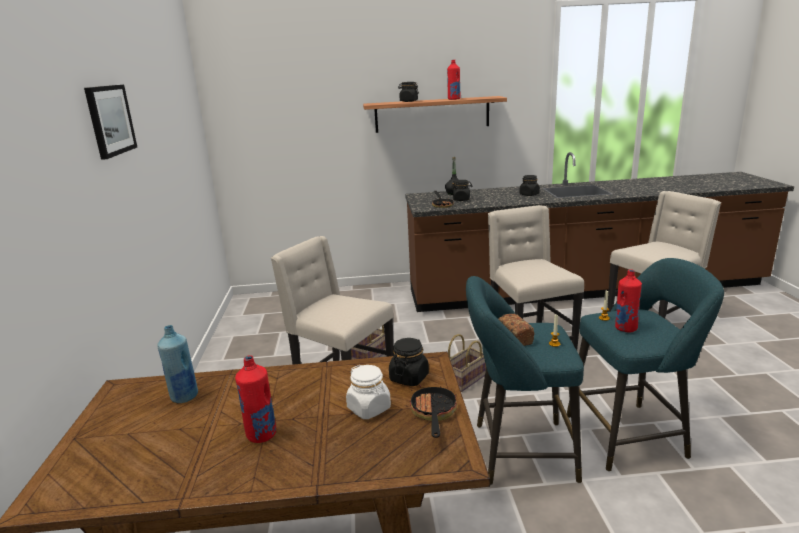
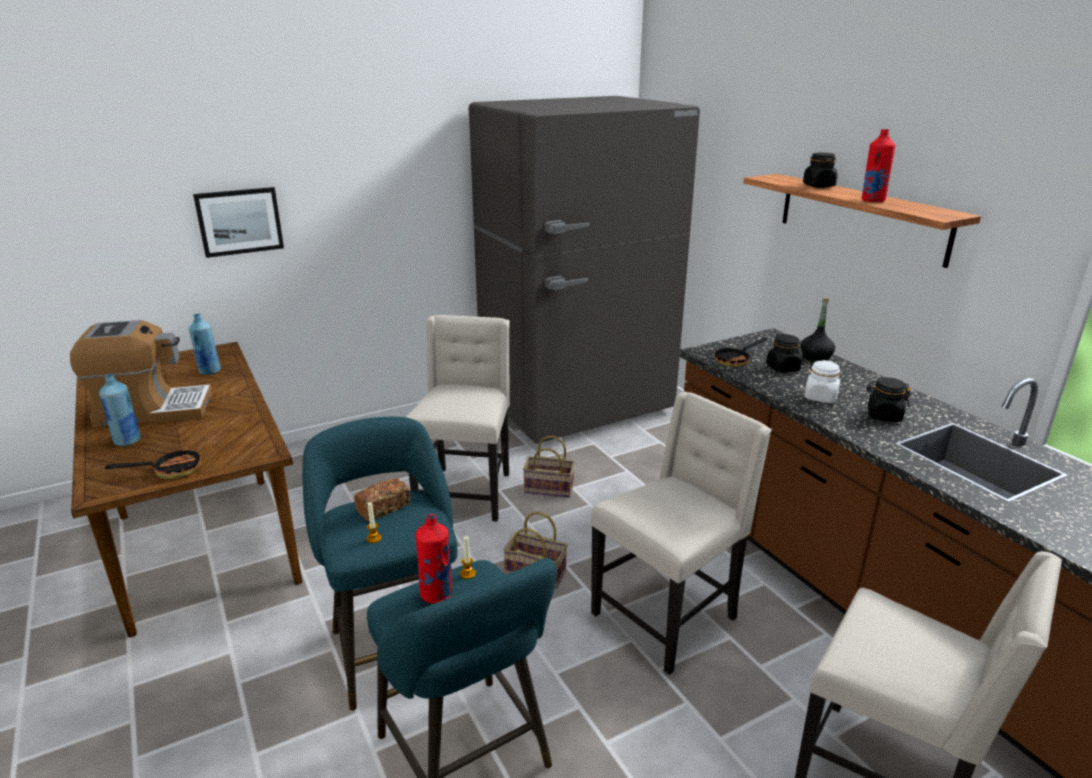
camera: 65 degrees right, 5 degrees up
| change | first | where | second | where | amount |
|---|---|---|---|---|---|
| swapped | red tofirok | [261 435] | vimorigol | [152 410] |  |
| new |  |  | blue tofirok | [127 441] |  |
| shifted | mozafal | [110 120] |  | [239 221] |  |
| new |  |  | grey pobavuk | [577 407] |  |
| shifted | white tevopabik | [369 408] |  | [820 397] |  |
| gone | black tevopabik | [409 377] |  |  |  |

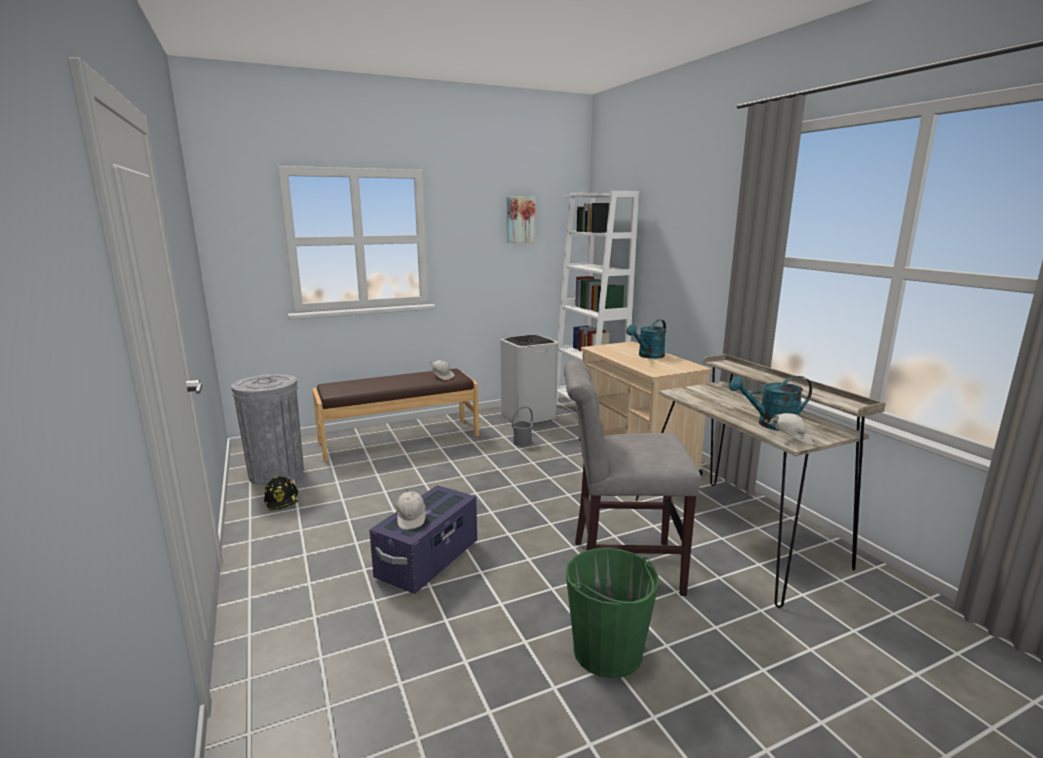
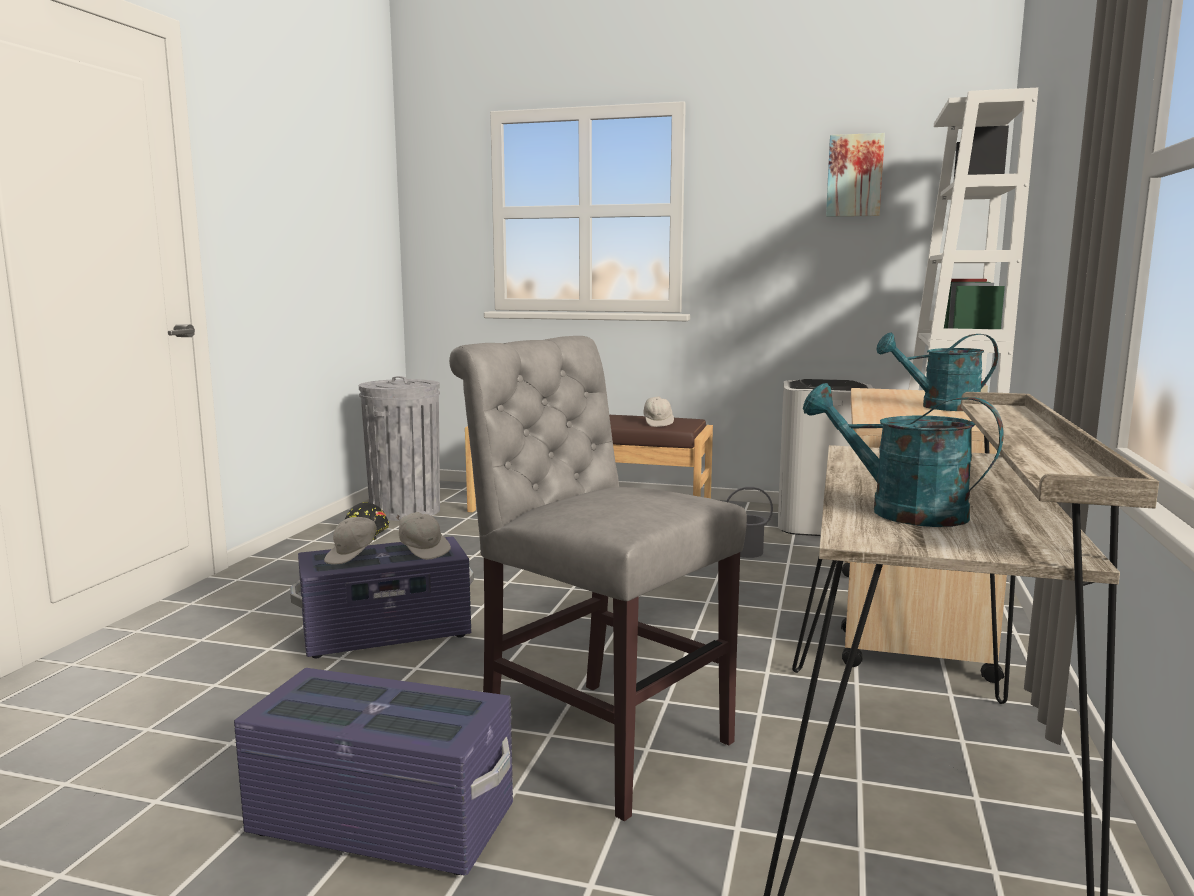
camera: 40 degrees right, 5 degrees down
| change | first | where | second | where | amount |
|---|---|---|---|---|---|
| swapped | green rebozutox | [608 651] | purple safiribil | [382 822] |  |
| shifted | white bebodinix | [789 440] |  | [423 550] |  |

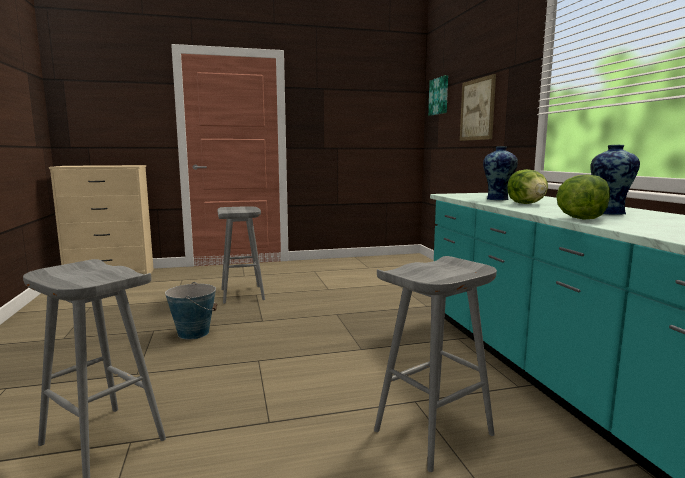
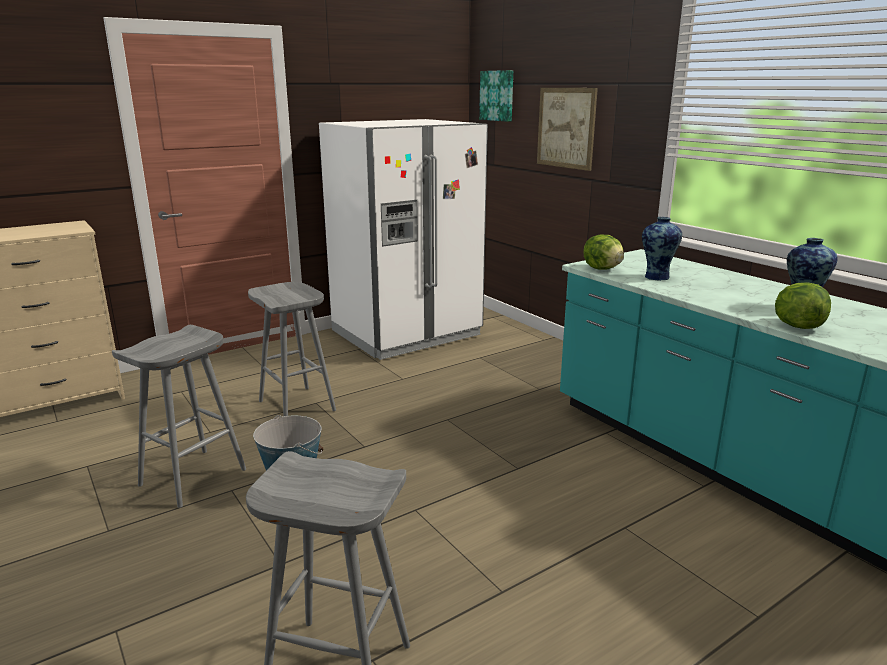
camera: 20 degrees left, 10 degrees up
| change | first | where | second | where | amount |
|---|---|---|---|---|---|
| shifted | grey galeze | [433 433] |  | [192 478] |  |
| new |  |  | white pobavuk | [406 333] |  |
| shifted | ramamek | [527 204] |  | [603 269] |  |

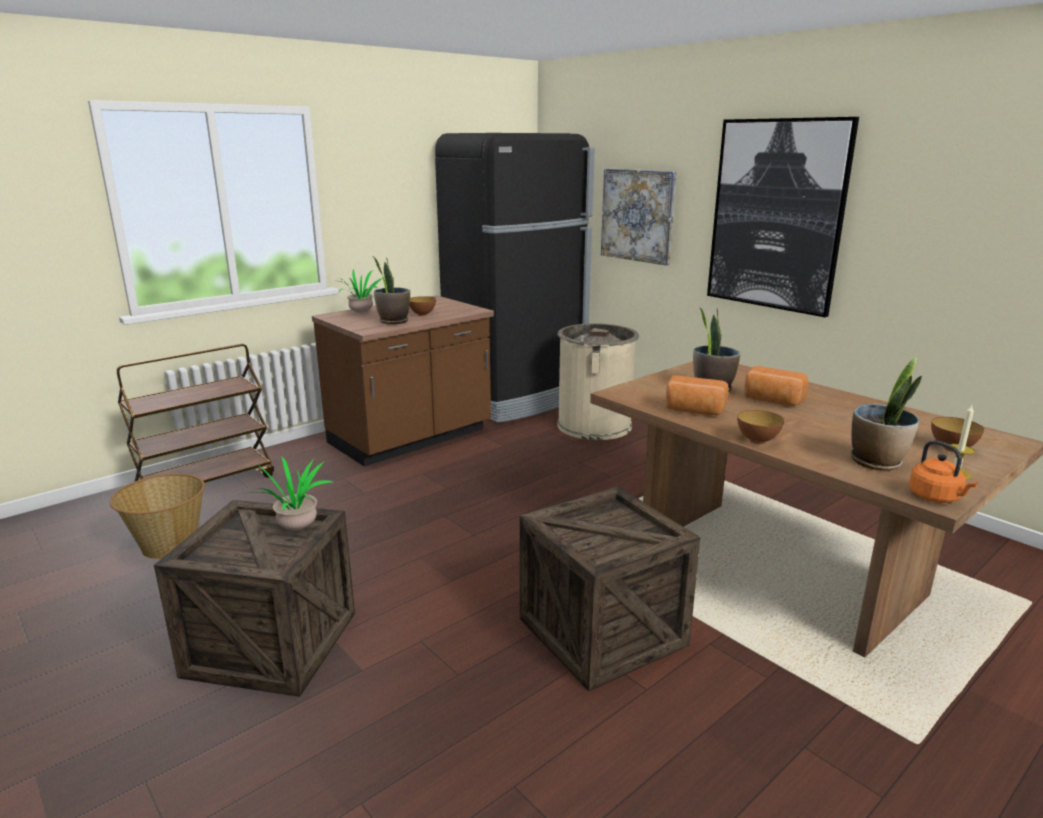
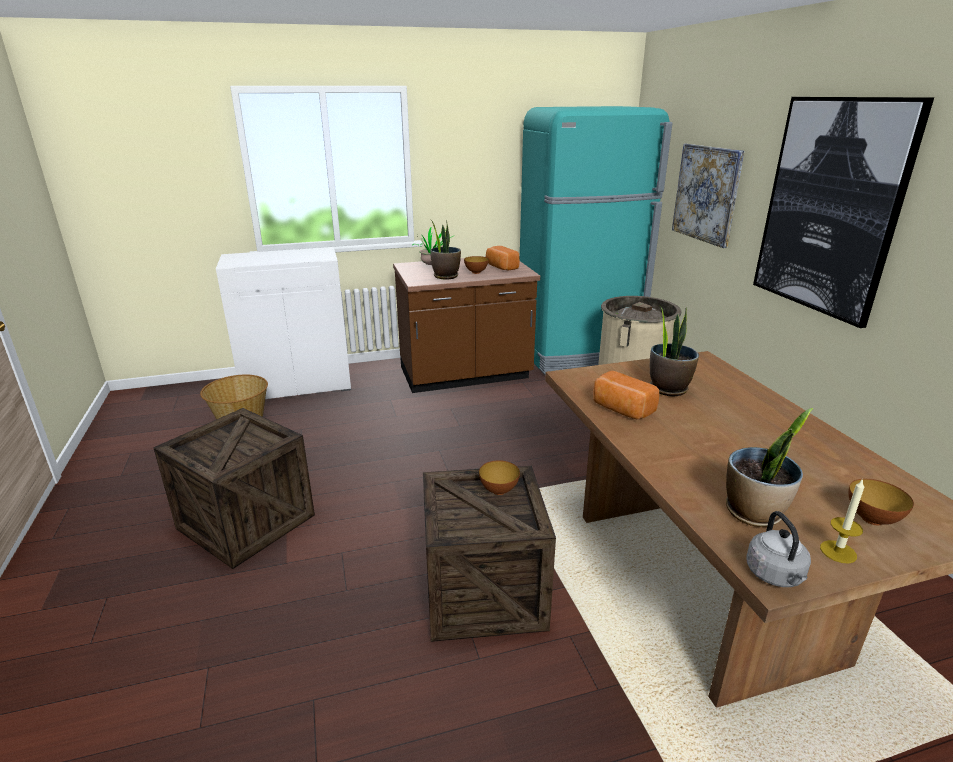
camera: 25 degrees right, 5 degrees up
| change | first | where | second | where | amount |
|---|---|---|---|---|---|
| swapped | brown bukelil | [206 484] | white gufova | [298 385] |  |
| shifted | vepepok | [757 441] |  | [499 490] |  |
| shifted | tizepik | [772 401] |  | [501 267] |  |
| repainted | black pobavuk | [516 399] | turquoise pobavuk | [578 355] |  |
| repainted | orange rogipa | [936 498] | grey rogipa | [775 576] |  |
| gone | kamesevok | [296 527] |  |  |  |

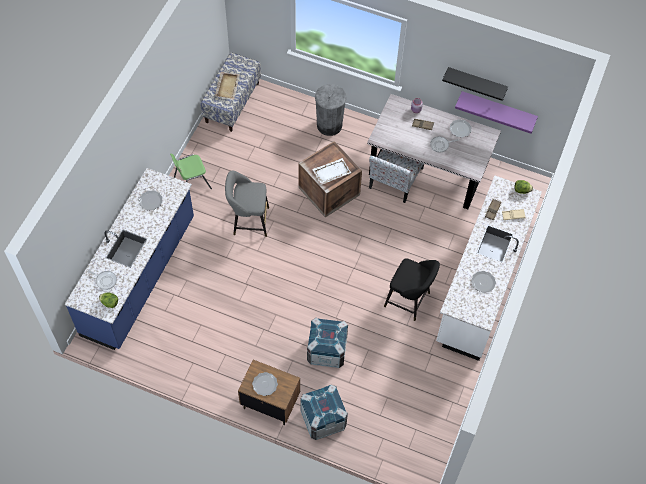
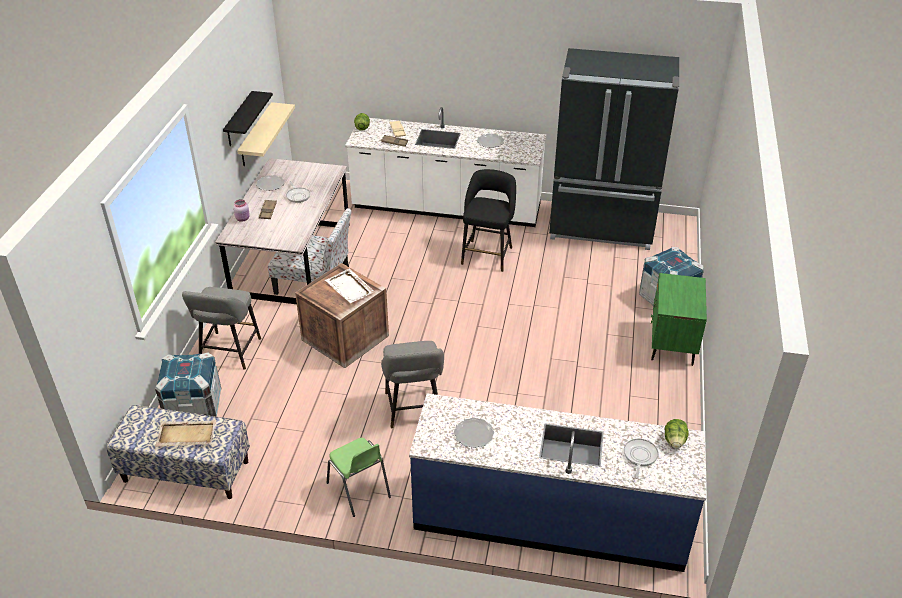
camera: 100 degrees left, 20 degrees down
| change | first | where | second | where | amount |
|---|---|---|---|---|---|
| shifted | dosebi | [327 351] |  | [194 407] |  |
| swapped | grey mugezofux | [329 125] | grey galeze | [229 353] |  |
| repainted | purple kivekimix | [498 109] | beige kivekimix | [256 135] |  |
| new |  |  | black pobavuk | [602 227] |  |
| repainted | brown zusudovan | [270 403] | green zusudovan | [671 344] |  |
| gone | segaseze | [265 384] |  |  |  |

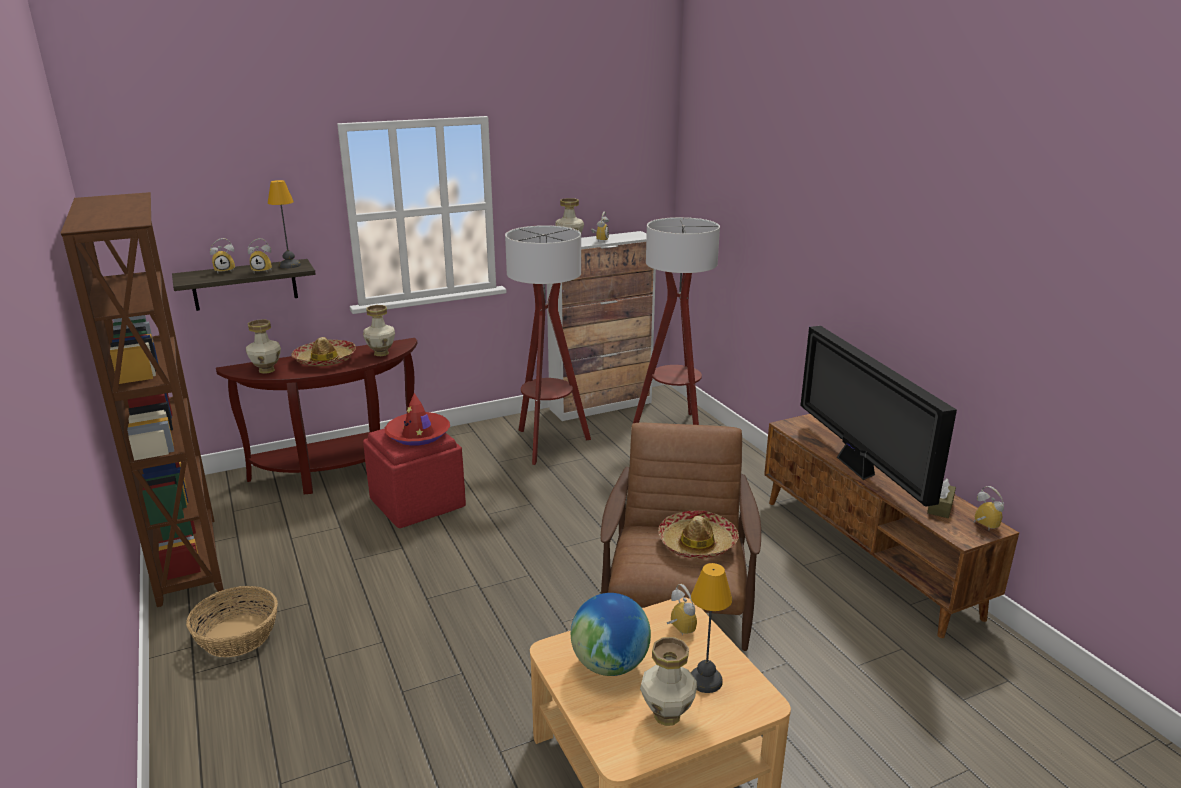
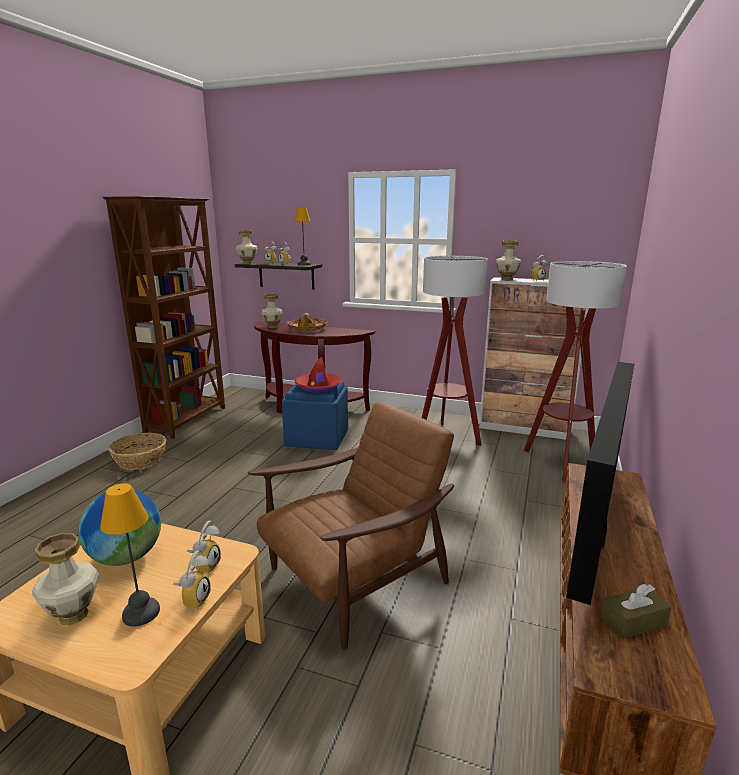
camera: 45 degrees right, 5 degrees down
| change | first | where | second | where | amount |
|---|---|---|---|---|---|
| shifted | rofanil | [982 526] |  | [194 599] |  |
| shifted | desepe | [381 353] |  | [247 263] |  |
| repainted | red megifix | [418 502] | blue megifix | [318 437] |  |
| gone | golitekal | [697 543] |  |  |  |

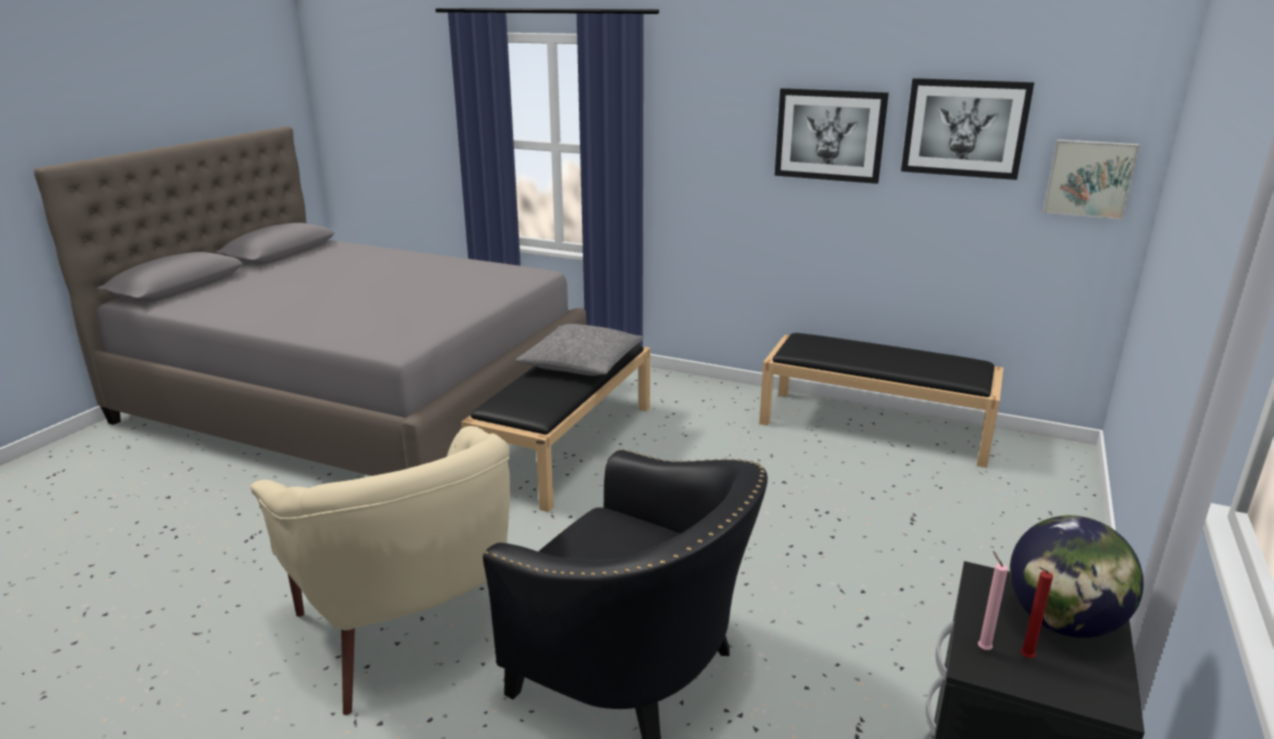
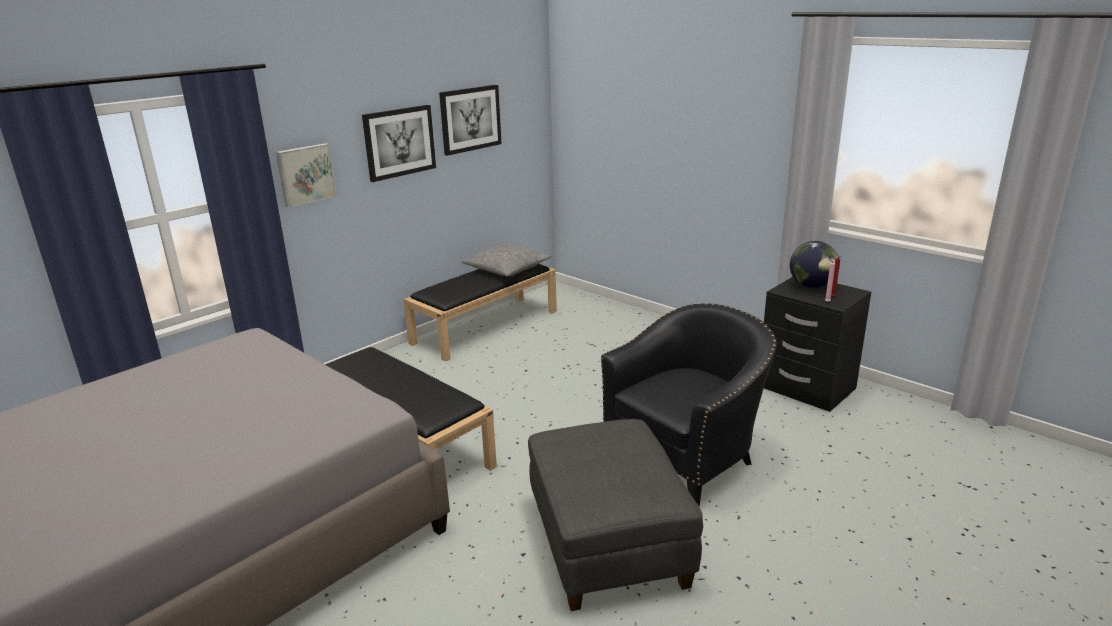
camera: 70 degrees left, 0 degrees up
| change | first | where | second | where | amount |
|---|---|---|---|---|---|
| shifted | mozafal | [1089 178] |  | [305 174] |  |
| shifted | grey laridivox | [581 363] |  | [507 268] |  |
| swapped | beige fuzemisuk | [412 627] | grey megifix | [609 546] |  |

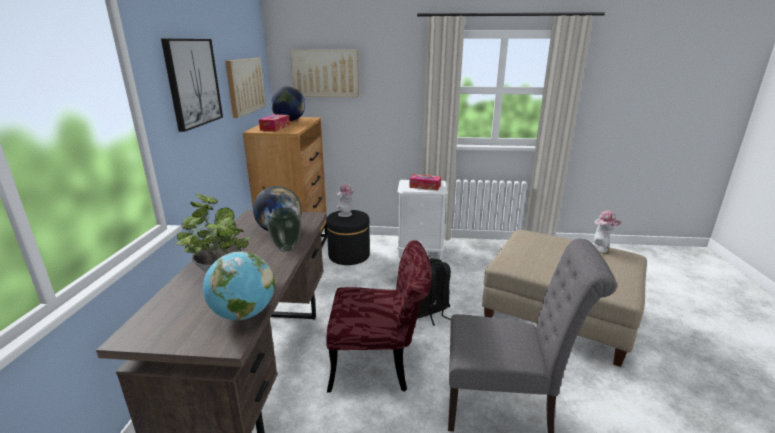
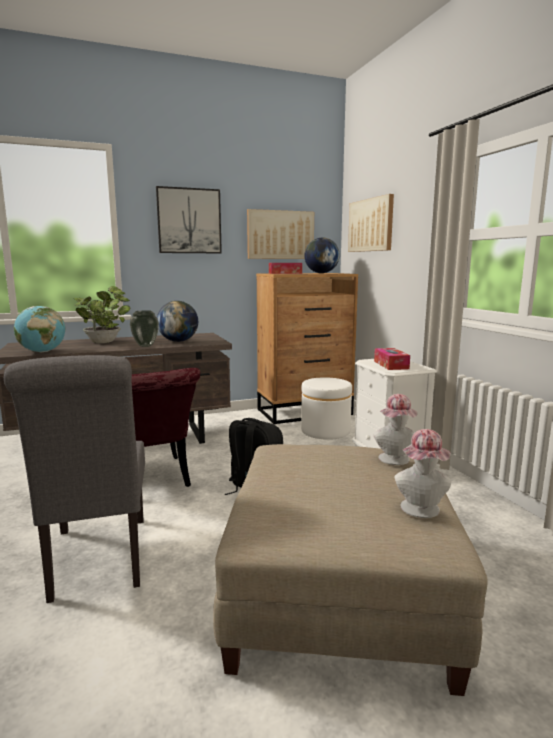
camera: 65 degrees right, 10 degrees down
| change | first | where | second | where | amount |
|---|---|---|---|---|---|
| repainted | black megifix | [349 255] | white megifix | [325 431] |  |
| shifted | golitekal | [346 214] |  | [395 460] |  |

